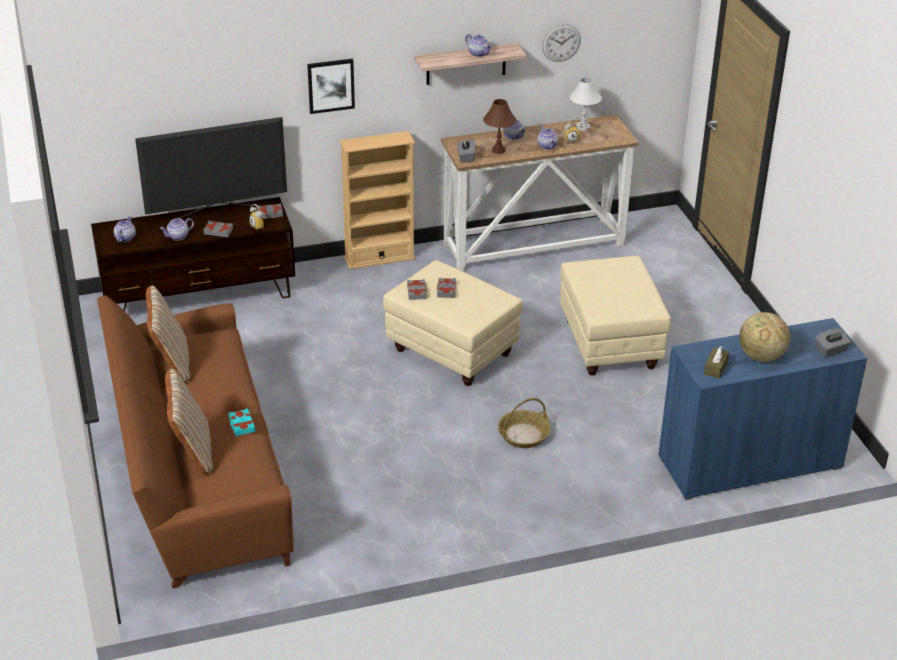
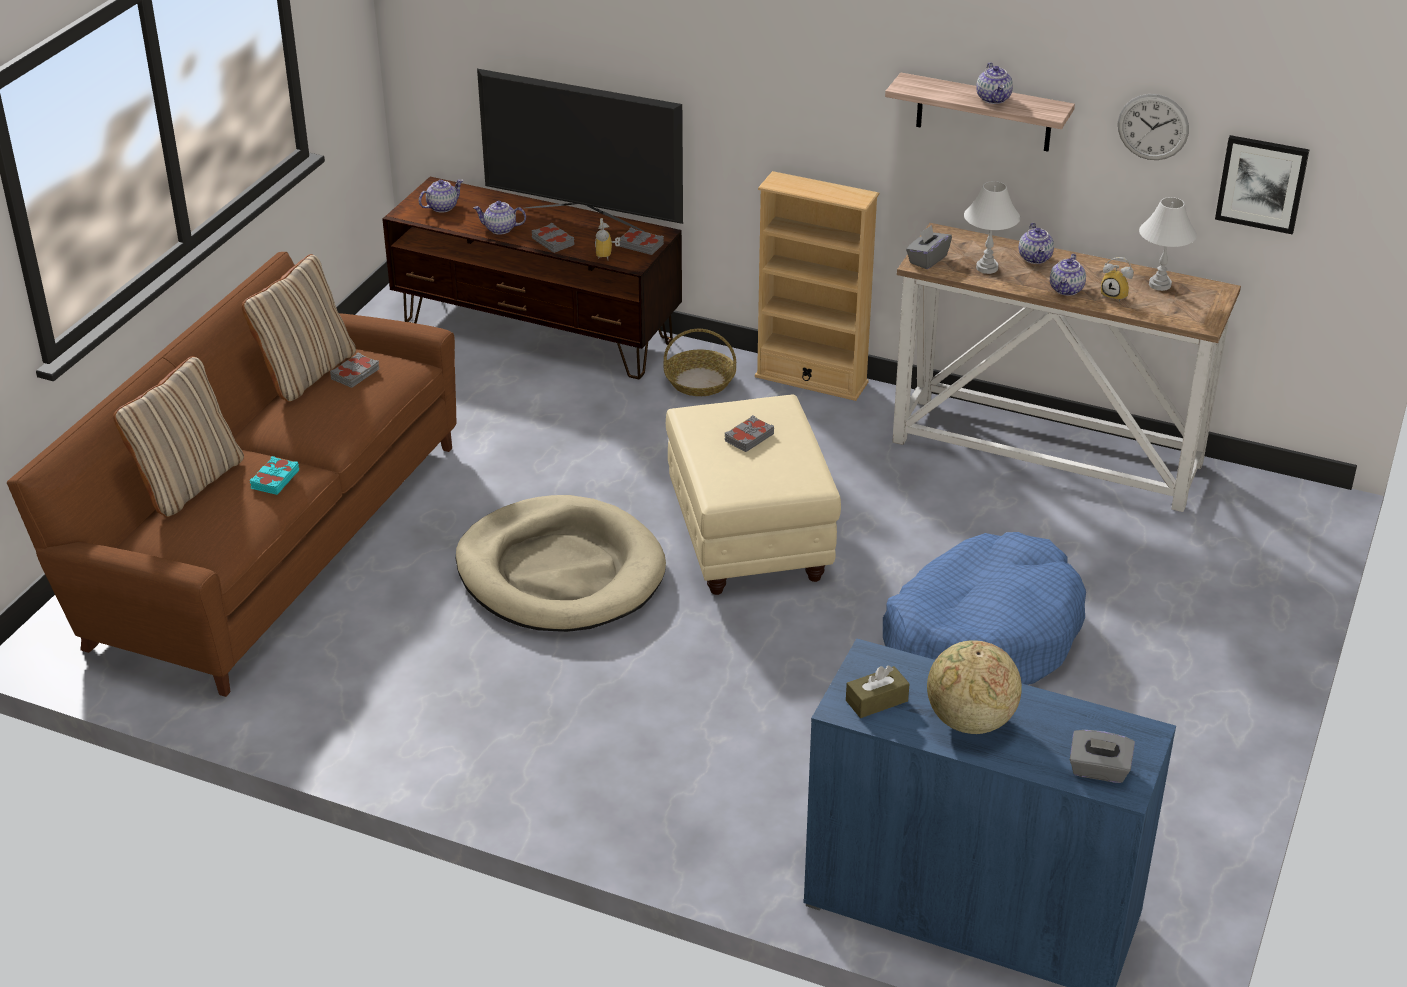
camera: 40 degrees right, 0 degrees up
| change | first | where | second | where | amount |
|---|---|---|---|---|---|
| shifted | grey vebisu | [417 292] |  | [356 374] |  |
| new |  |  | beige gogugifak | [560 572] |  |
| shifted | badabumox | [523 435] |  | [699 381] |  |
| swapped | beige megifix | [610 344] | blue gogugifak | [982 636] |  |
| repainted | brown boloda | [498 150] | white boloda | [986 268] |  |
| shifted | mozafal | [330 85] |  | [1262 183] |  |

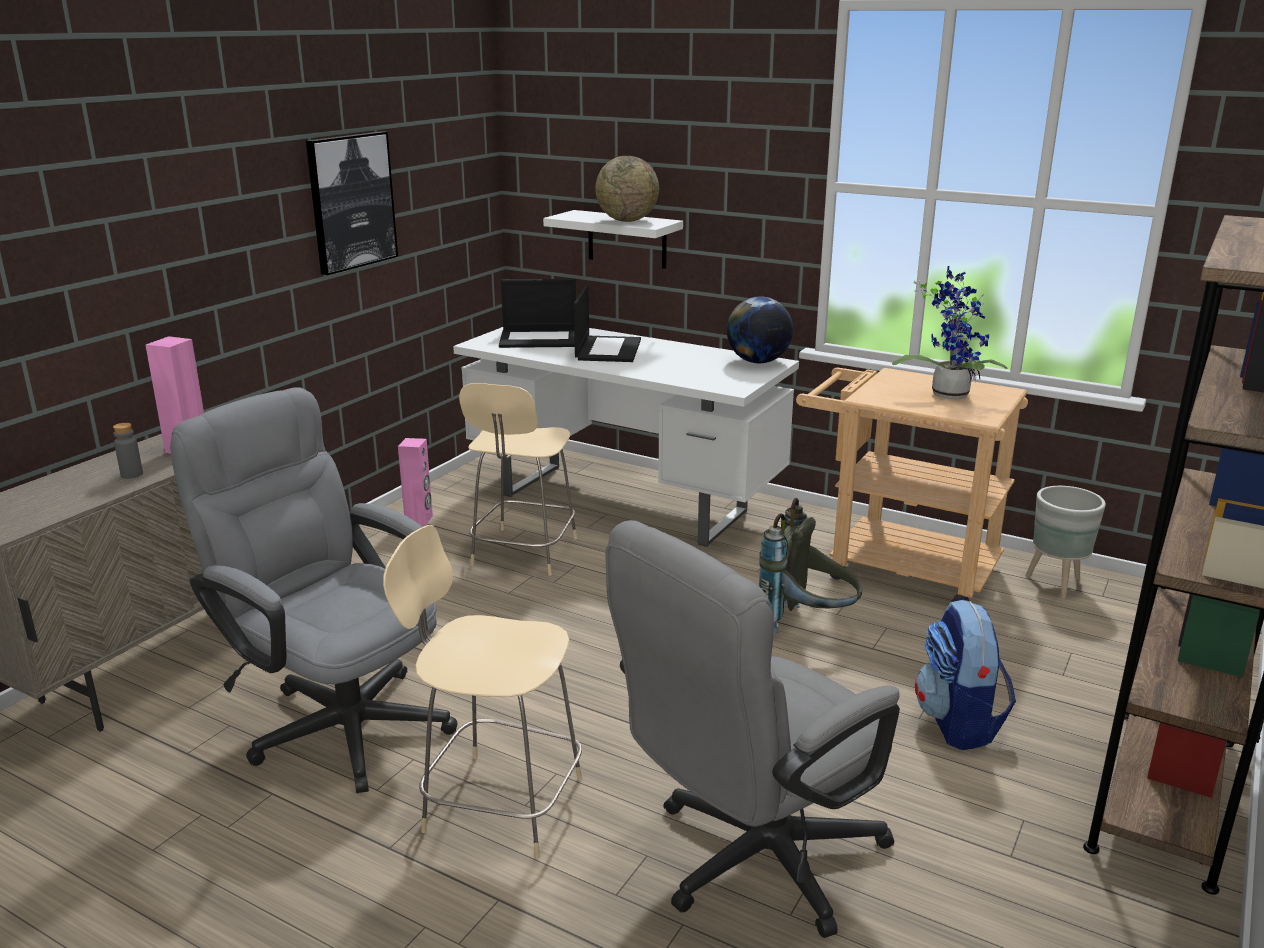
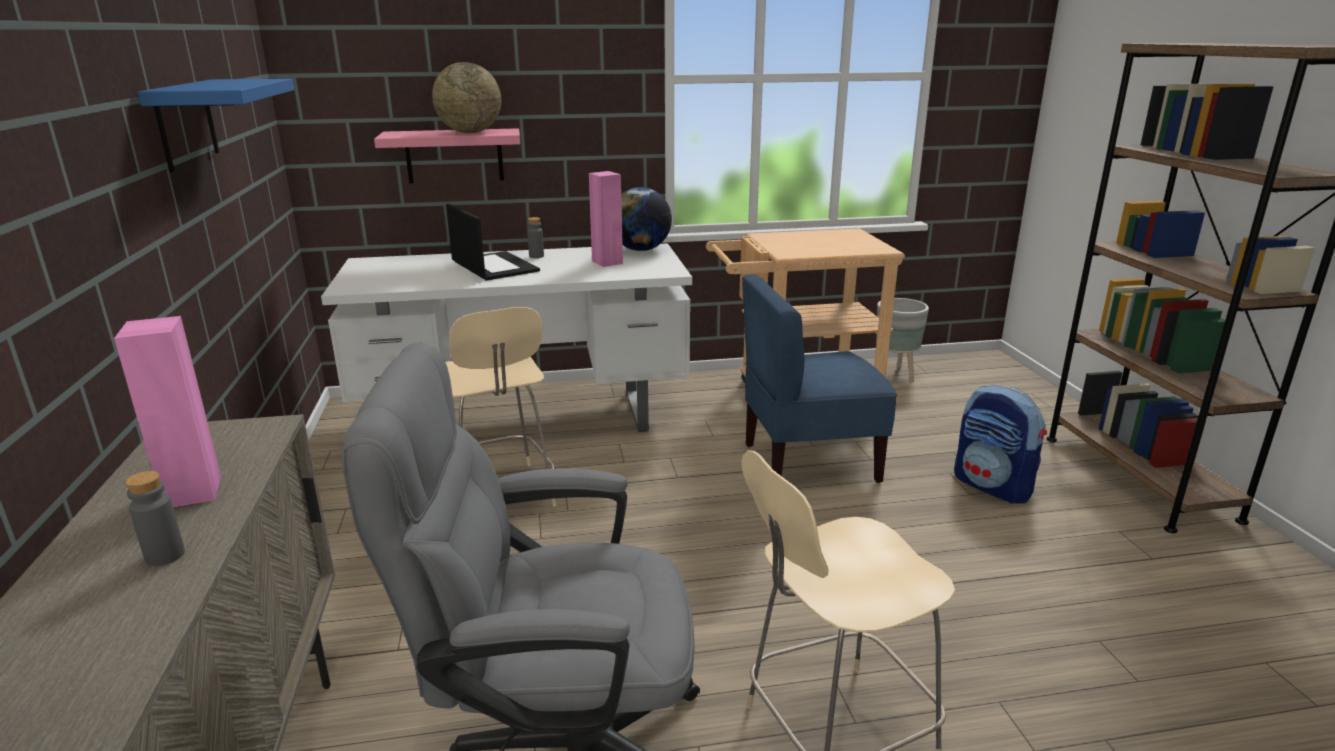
camera: 40 degrees left, 0 degrees up
| change | first | where | second | where | amount |
|---|---|---|---|---|---|
| swapped | mozafal | [351 201] | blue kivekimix | [186 123] |  |
| repainted | white kivekimix | [627 239] | pink kivekimix | [454 156] |  |
| new |  |  | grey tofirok | [536 256] |  |
| shifted | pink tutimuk | [419 520] |  | [607 262] |  |
| swapped | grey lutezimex | [807 626] | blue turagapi | [809 462] |  |
| gone | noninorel | [540 339] |  |  |  |
| gone | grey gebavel | [750 863] |  |  |  |
| gone | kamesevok | [948 393] |  |  |  |

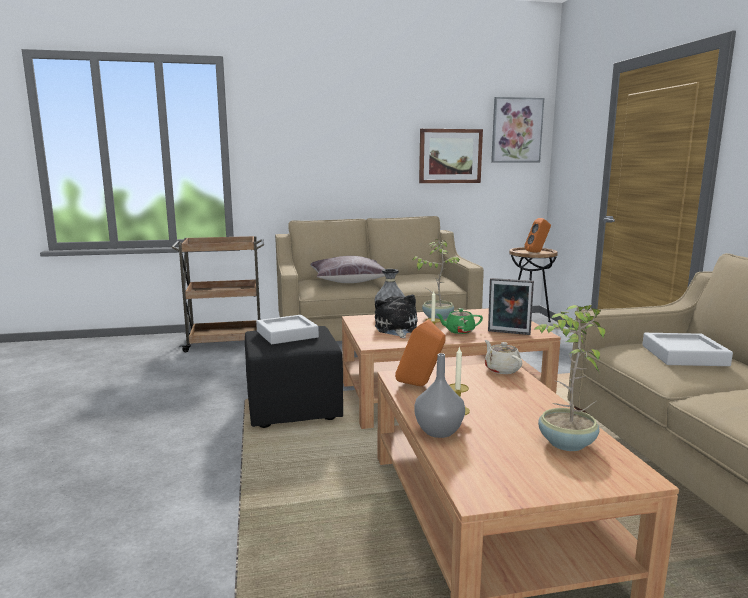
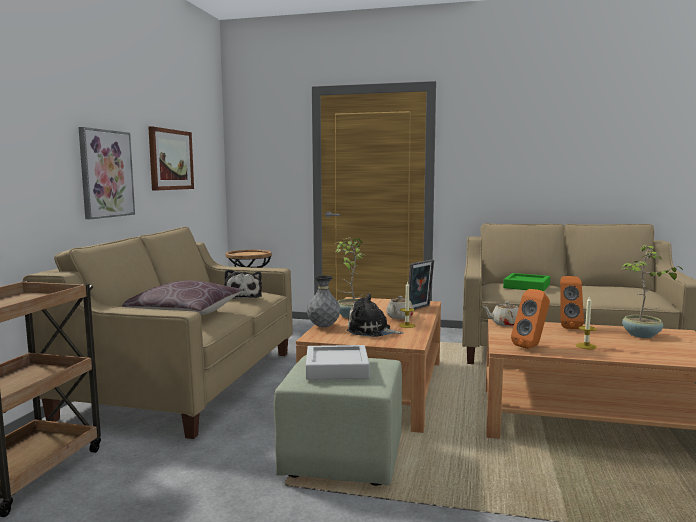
camera: 65 degrees left, 5 degrees down
| change | first | where | second | where | amount |
|---|---|---|---|---|---|
| shifted | mozafal | [516 130] |  | [106 173] |  |
| new |  |  | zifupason | [242 296] |  |
| repainted | black megifix | [294 409] | green megifix | [344 459] |  |
| repainted | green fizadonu | [459 331] | beige fizadonu | [399 317] |  |
| repainted | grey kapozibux | [684 355] | green kapozibux | [526 286] |  |
| shifted | orange tutimuk | [537 252] |  | [567 327] |  |
| gone | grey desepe | [440 431] |  |  |  |

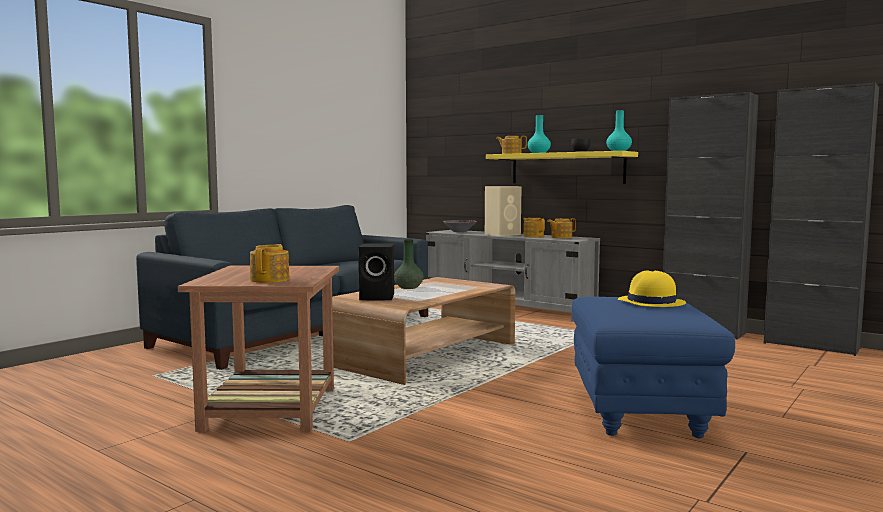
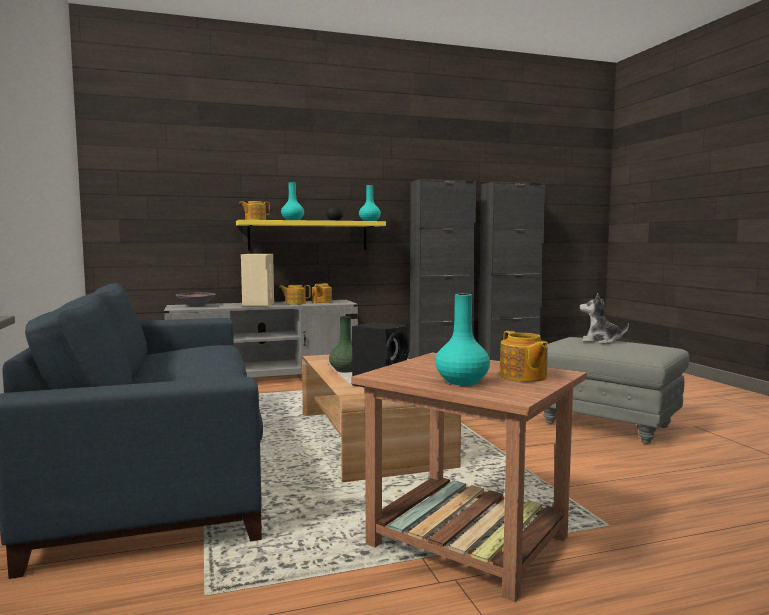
camera: 55 degrees left, 0 degrees up
| change | first | where | second | where | amount |
|---|---|---|---|---|---|
| new |  |  | turquoise desepe | [461 381] |  |
| rotated | fizadonu | [270 280] |  | [523 377] | 150 degrees counterclockwise |
| repainted | blue megifix | [641 413] | grey megifix | [607 425] |  |
| swapped | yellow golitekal | [651 303] | zifupason | [600 341] |  |

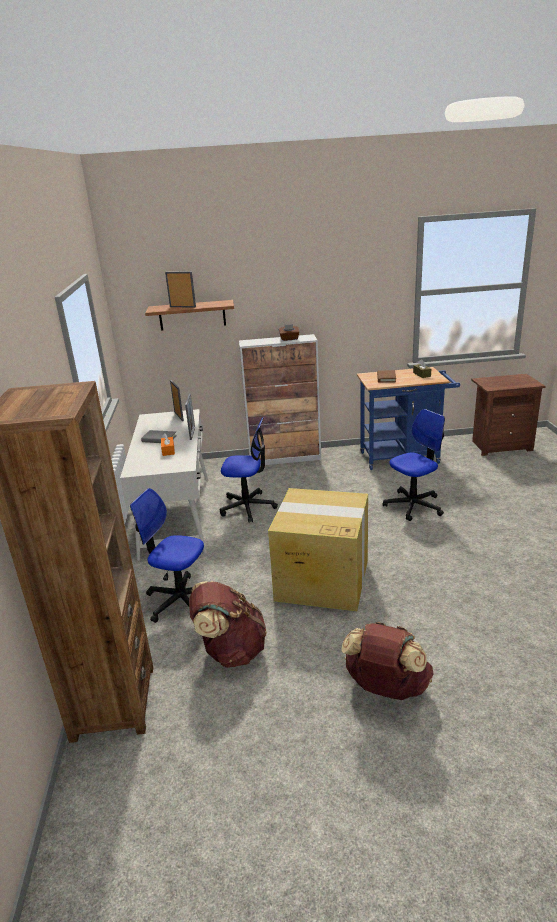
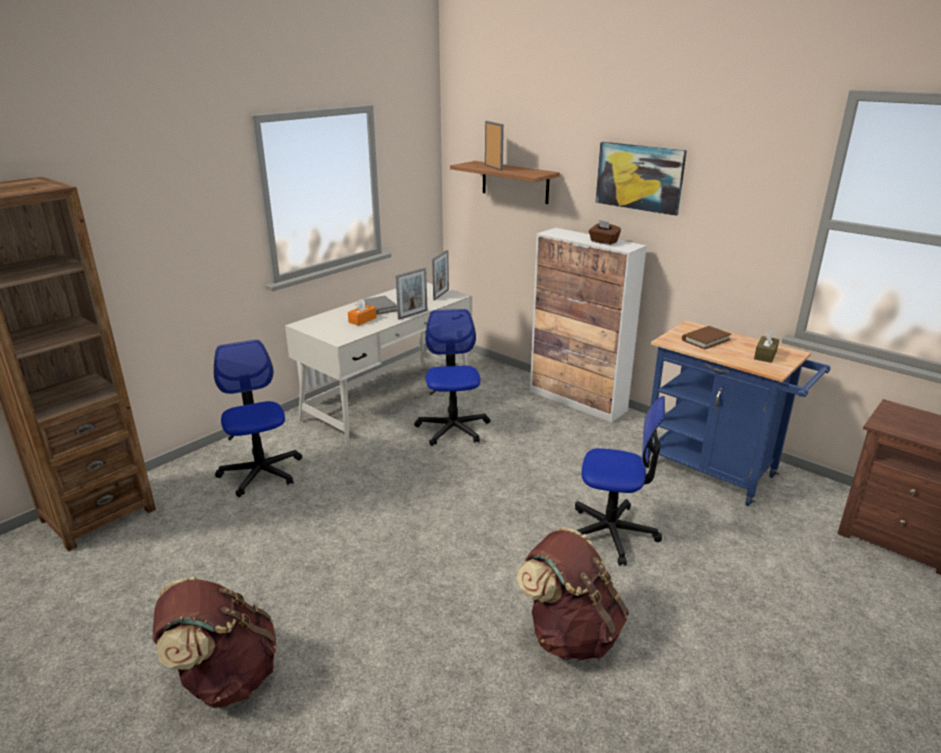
camera: 45 degrees right, 0 degrees up
| change | first | where | second | where | amount |
|---|---|---|---|---|---|
| rotated | gebavel | [248 507] |  | [453 429] | 150 degrees counterclockwise |
| shifted | brown lutezimex | [230 651] |  | [570 633] |  |
| new |  |  | mozafal | [639 177] |  |
| gone | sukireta | [321 580] |  |  |  |

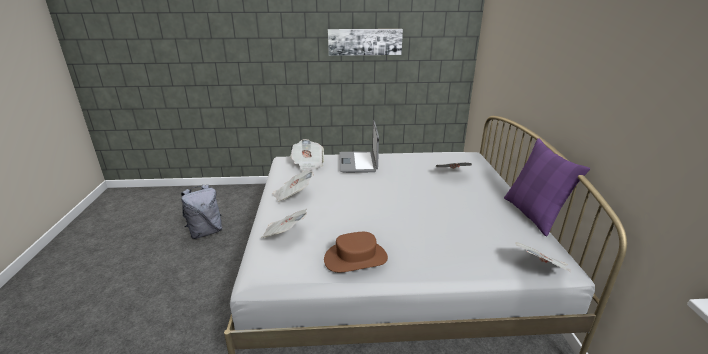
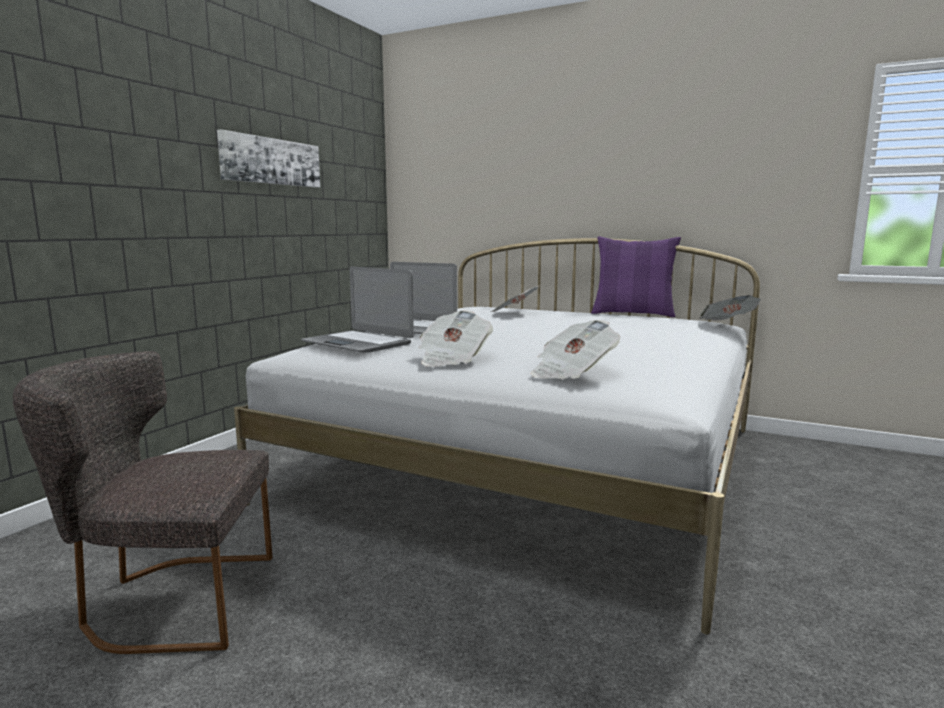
camera: 60 degrees left, 15 degrees down
| change | first | where | second | where | amount |
|---|---|---|---|---|---|
| swapped | grey lutezimex | [206 232] | grey turagapi | [168 601] |  |
| swapped | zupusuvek | [308 164] | noninorel | [358 343] |  |
| gone | brown golitekal | [356 258] |  |  |  |

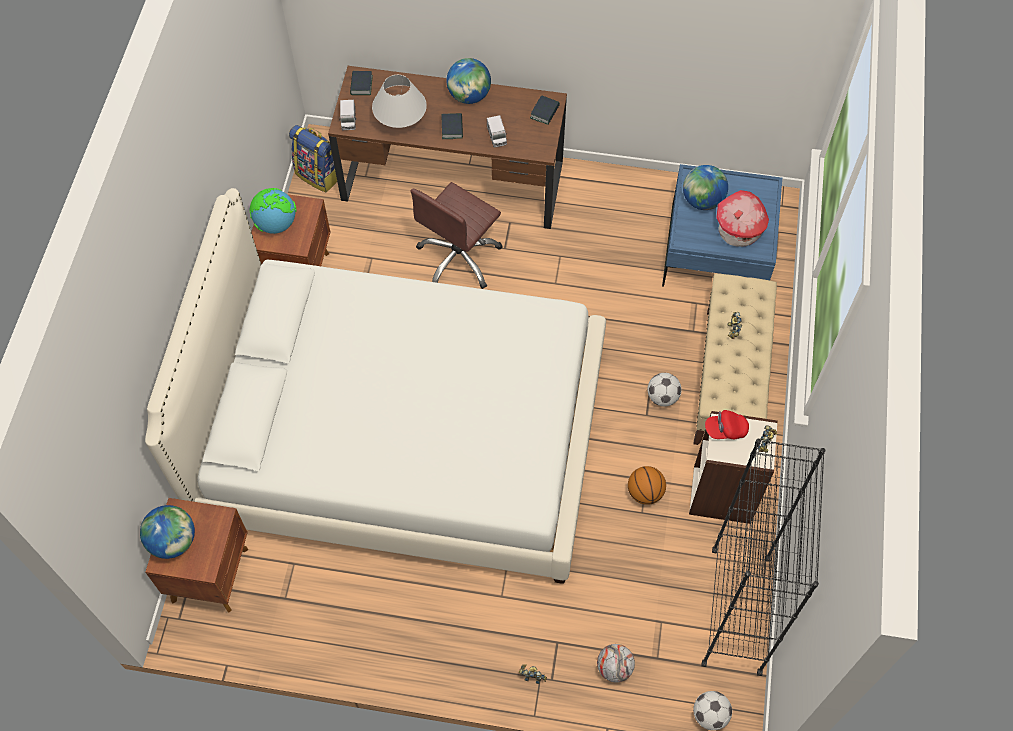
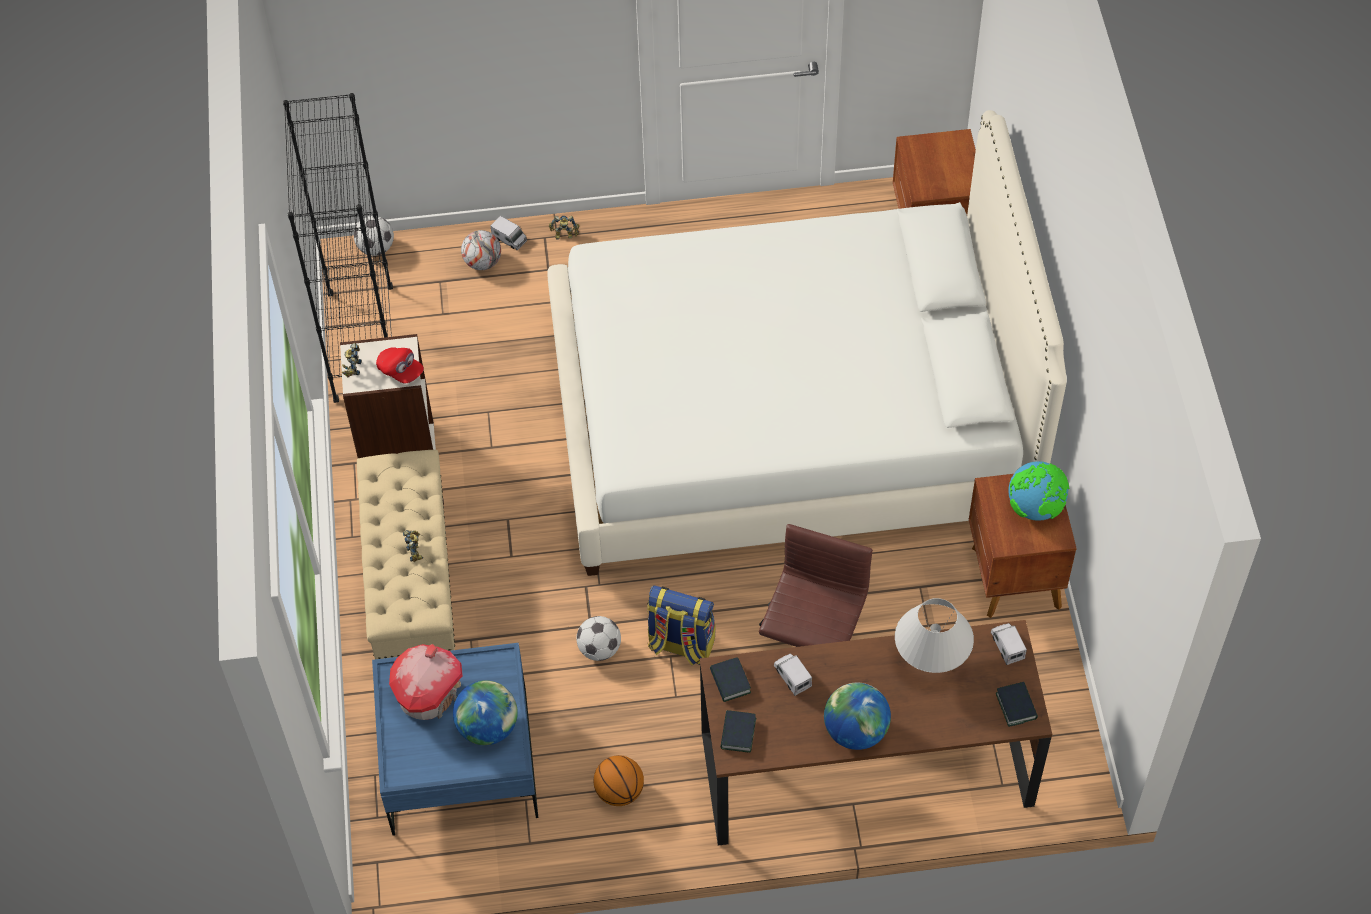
camera: 165 degrees right, 5 degrees down
| change | first | where | second | where | amount |
|---|---|---|---|---|---|
| rotated | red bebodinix | [725 430] |  | [401 371] | 60 degrees clockwise |
| new |  |  | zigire | [509 239] |  |
| shifted | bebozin | [662 397] |  | [599 649] |  |
| shifted | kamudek | [644 493] |  | [619 791] |  |
| shifted | lutezimex | [318 175] |  | [680 644] |  |
| shifted | vebisu | [452 128] |  | [730 682] |  |
| gone | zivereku | [173 541] |  |  |  |

